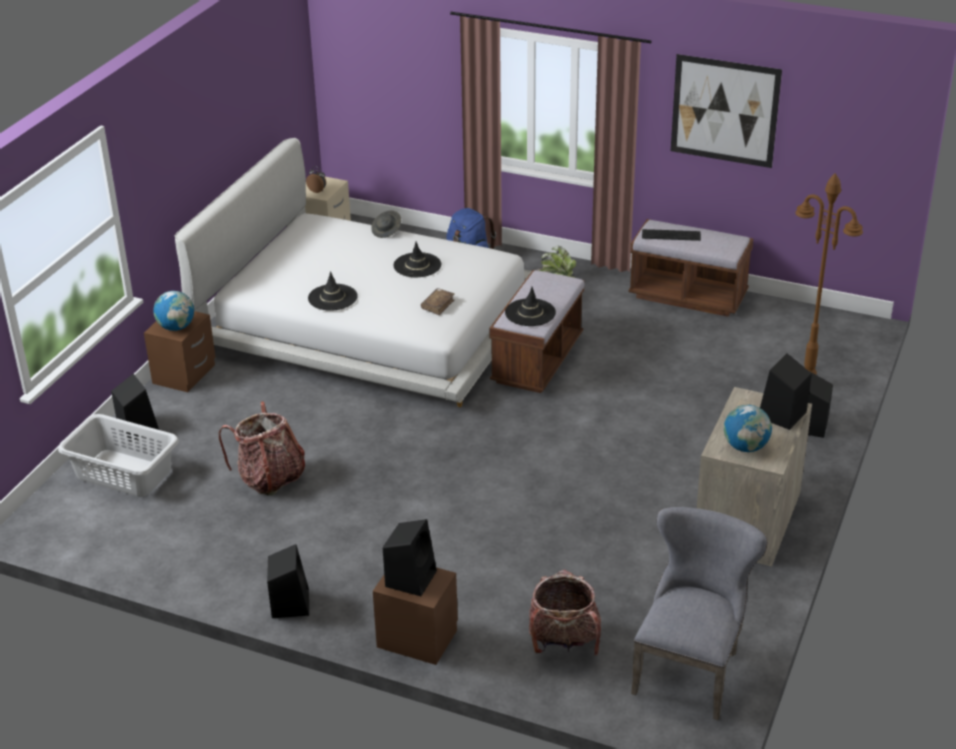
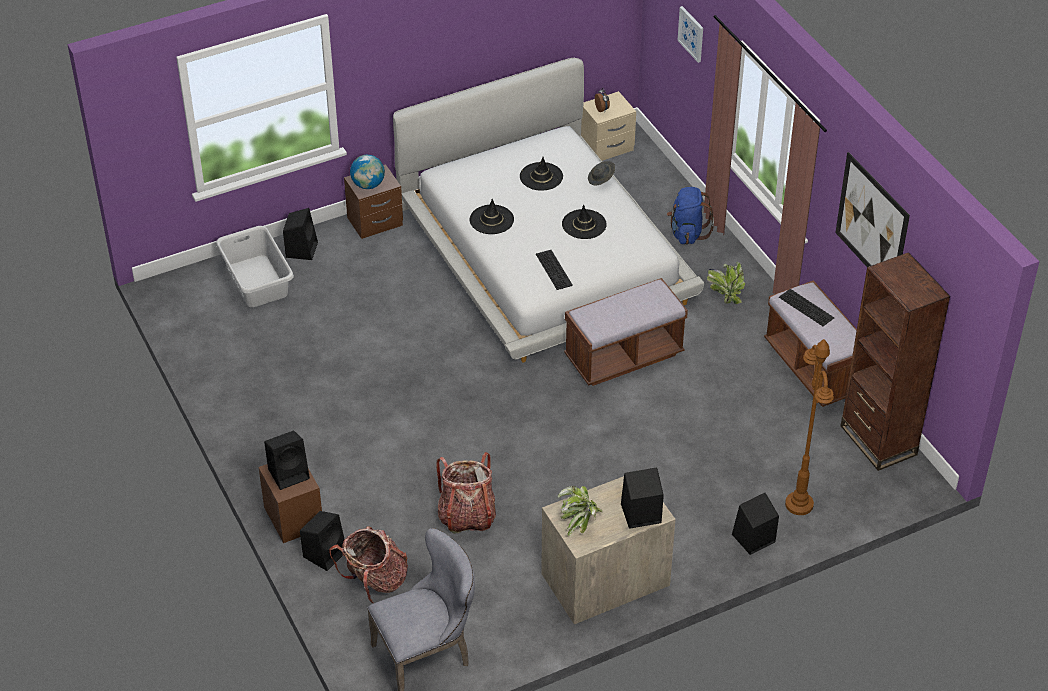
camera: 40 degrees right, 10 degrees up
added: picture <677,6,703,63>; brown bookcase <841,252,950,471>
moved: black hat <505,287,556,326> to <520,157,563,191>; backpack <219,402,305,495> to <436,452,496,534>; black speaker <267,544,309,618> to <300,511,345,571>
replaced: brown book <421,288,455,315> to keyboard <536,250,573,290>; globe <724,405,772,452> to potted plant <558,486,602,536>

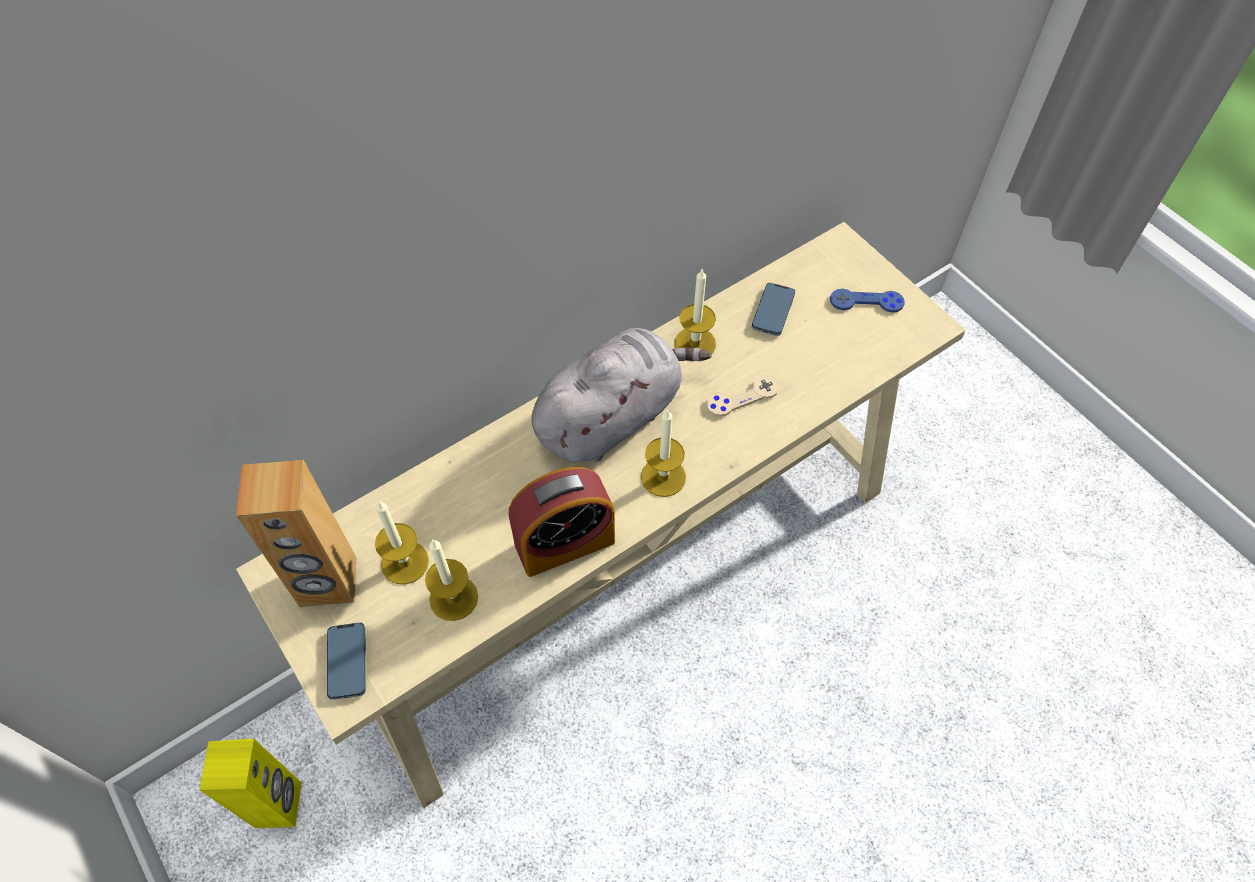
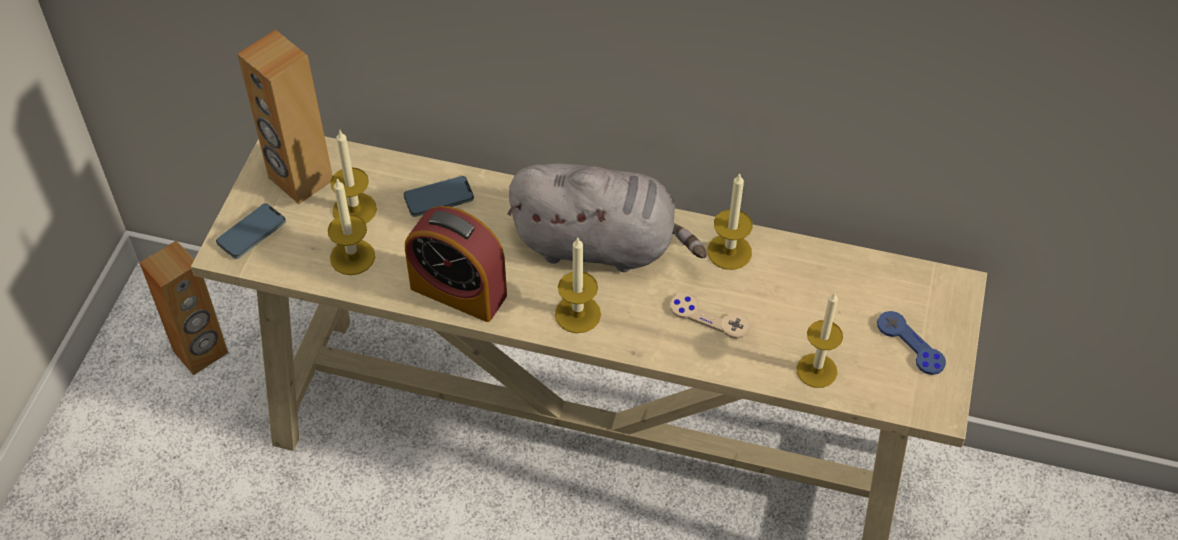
camera: 50 degrees right, 5 degrees down
added: candle <796,292,843,388>
moved: phone <752,283,795,336> to <404,176,474,217>
recoloured: yellow speaker <199,738,302,828> to brown speaker <139,241,228,375>

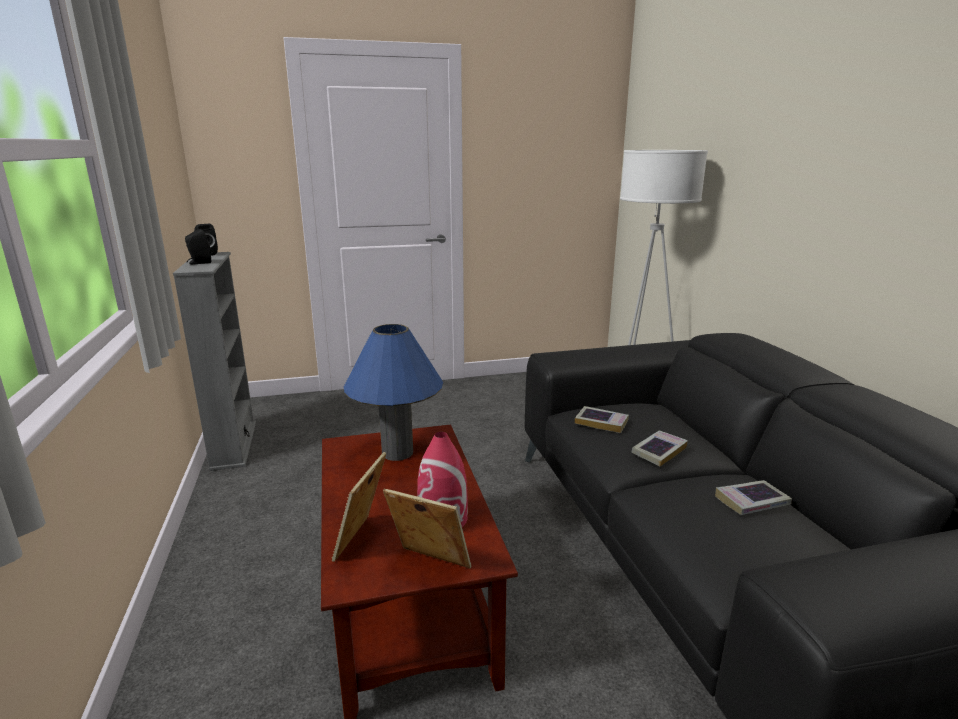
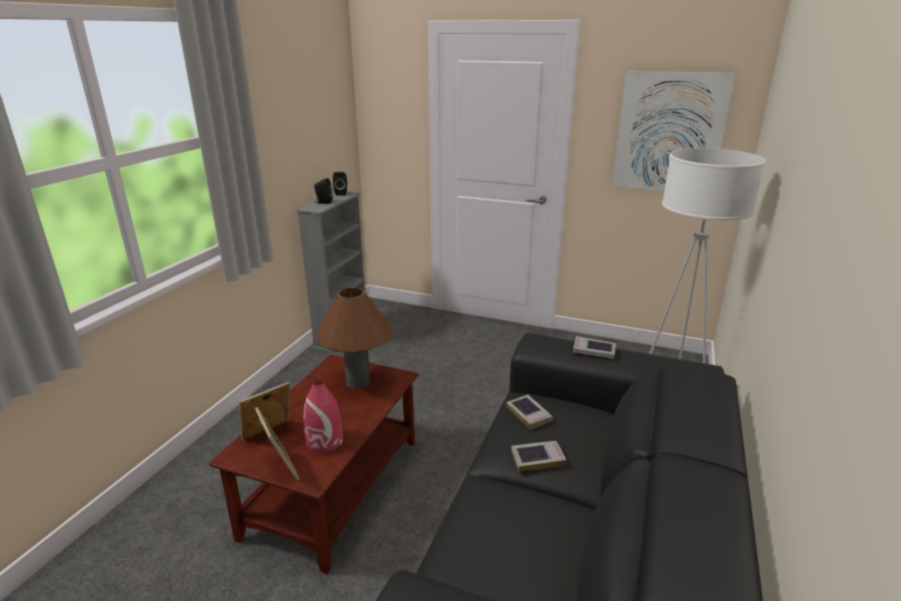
camera: 35 degrees right, 5 degrees up
added: picture <612,71,736,191>
moved: book <715,480,792,515> to <573,336,616,359>
recoloured: blue table lamp <344,324,443,461> to brown table lamp <316,287,392,389>

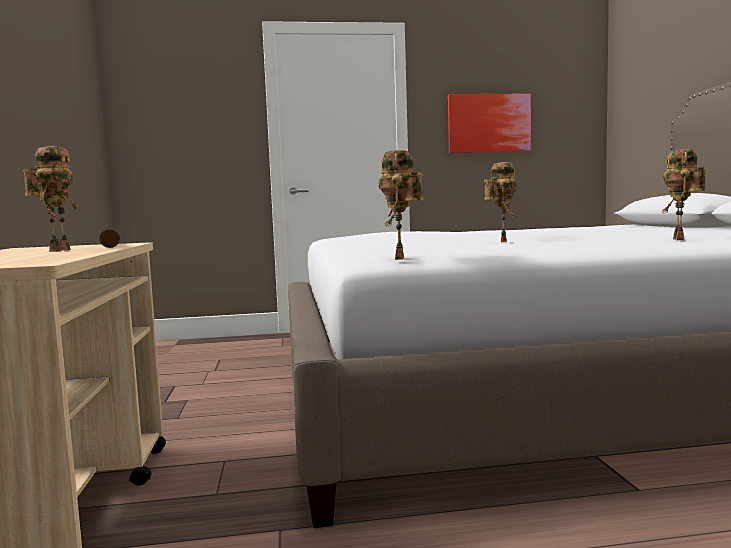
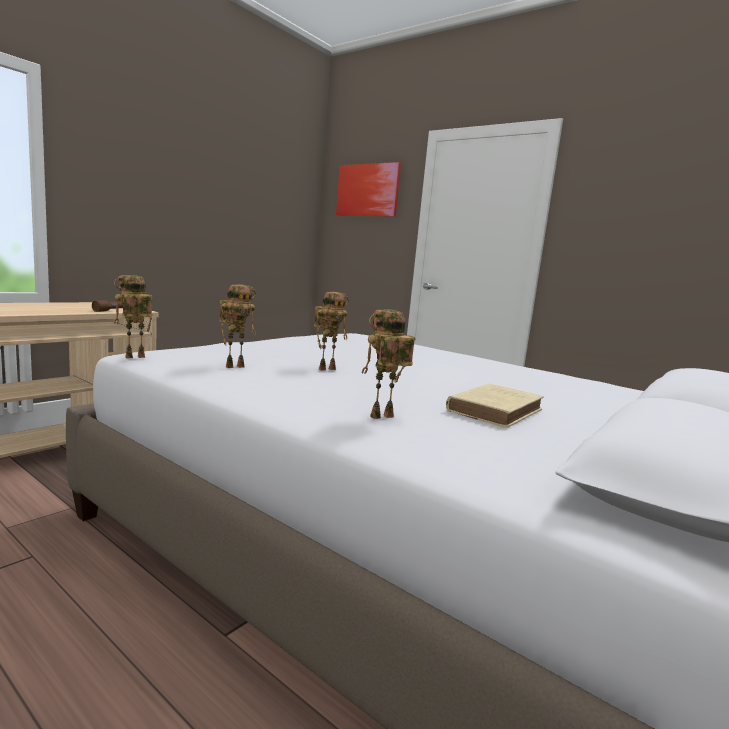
camera: 45 degrees right, 5 degrees up
added: beige book <446,383,544,428>
moved: picture <448,93,531,153> to <336,162,401,217>; toy robot <23,146,78,252> to <219,284,256,368>

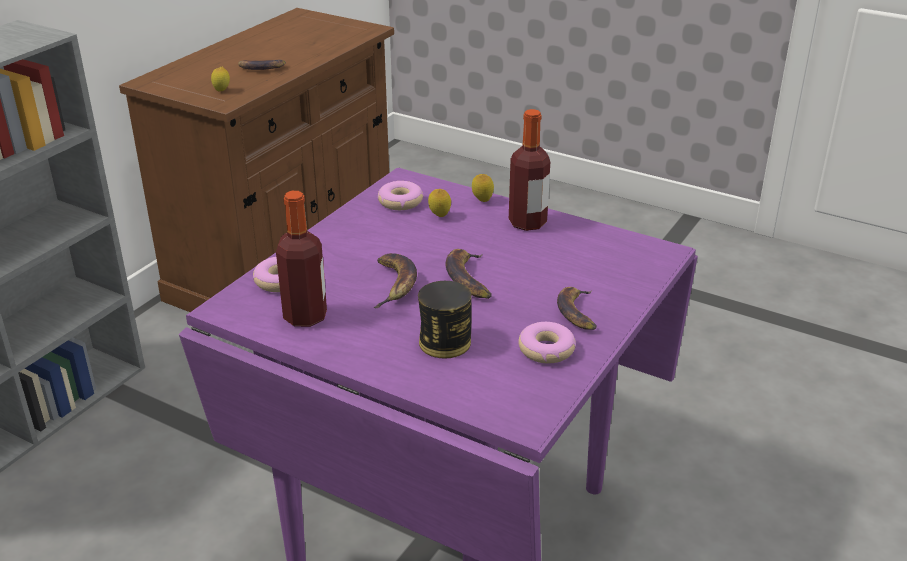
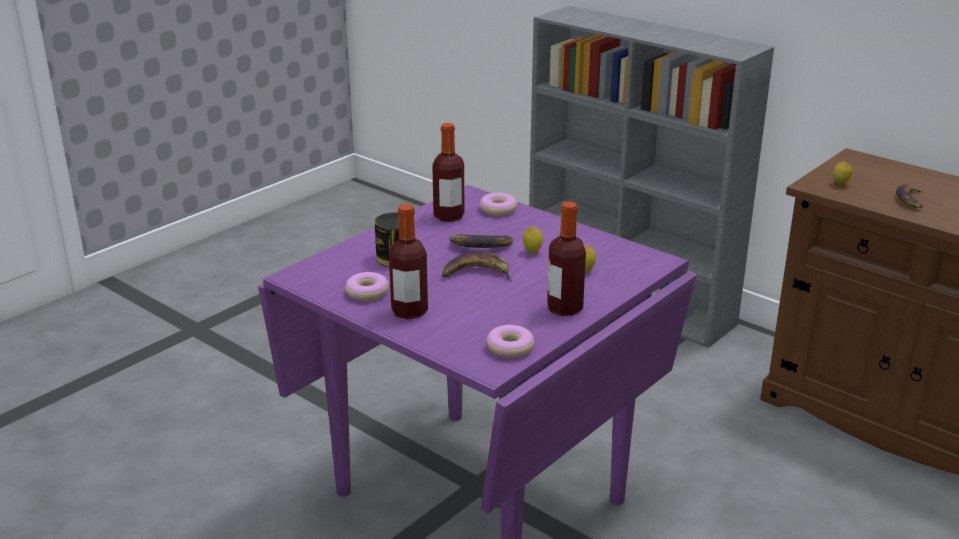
camera: 100 degrees right, 5 degrees down
moved: lemon <472,174,494,202> to <523,226,543,254>; donut <378,181,424,210> to <486,325,534,358>
replaced: banana <557,287,597,330> to bottle <389,204,428,319>

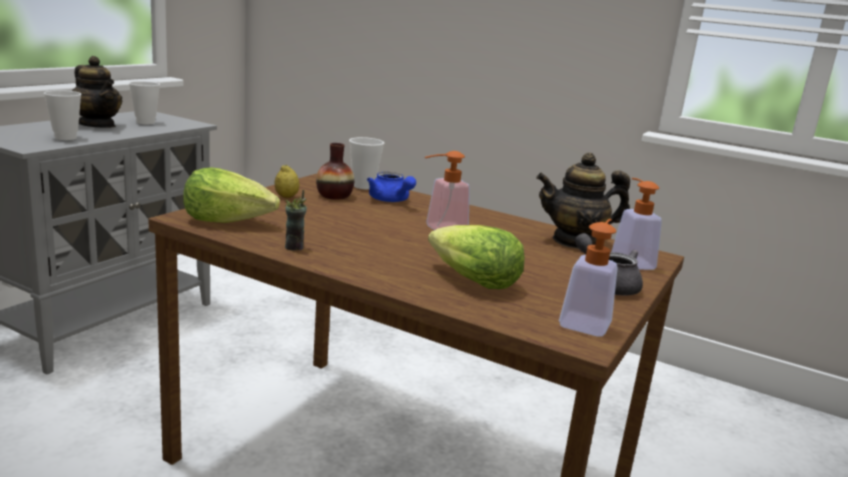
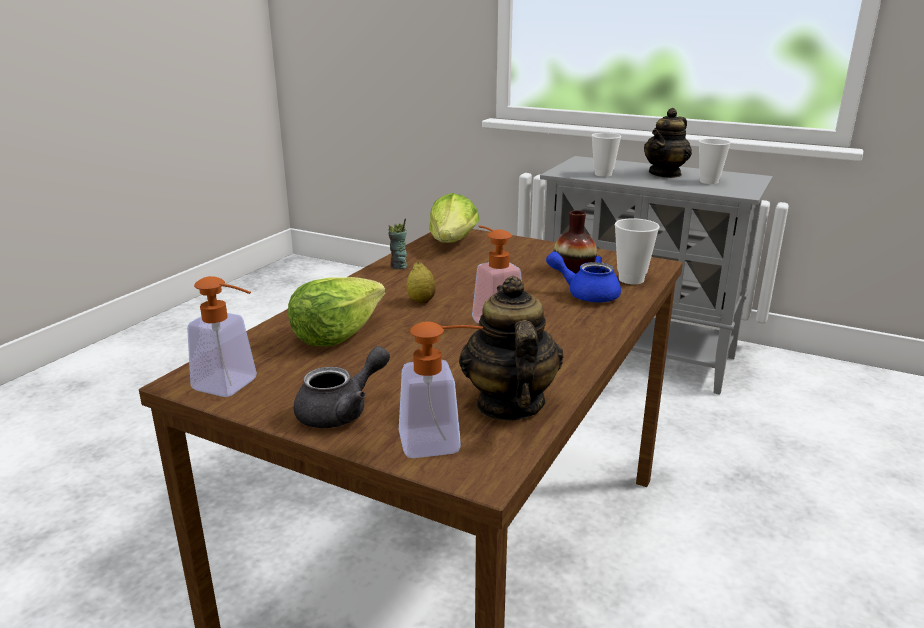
camera: 90 degrees right, 5 degrees up
moved: lemon <275,165,299,198> to <407,262,436,304>
turned: blue teapot <367,172,416,202> = <546,252,621,303> 60 degrees clockwise

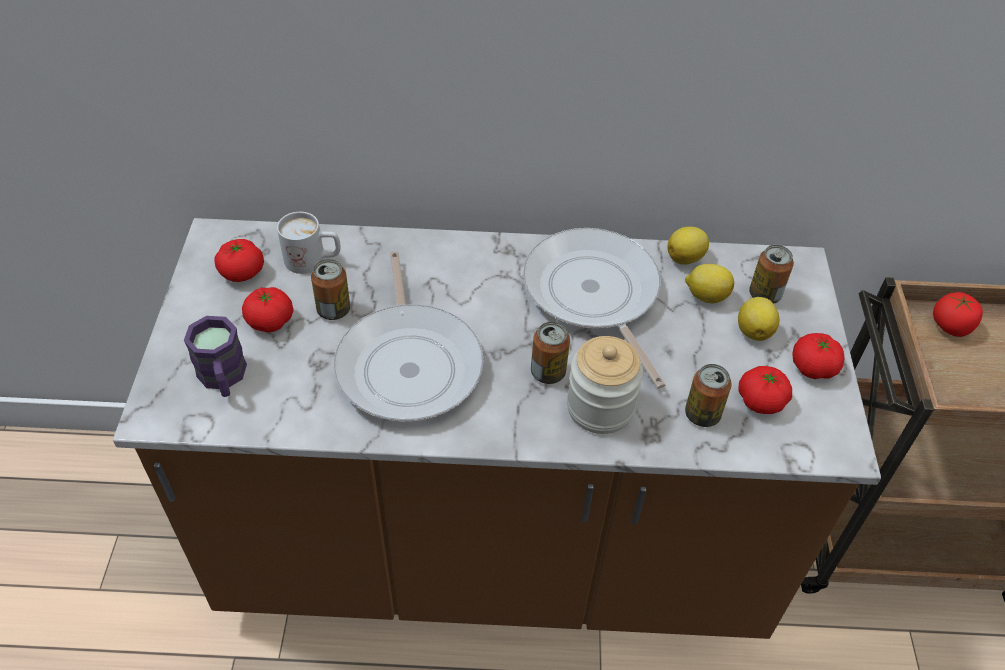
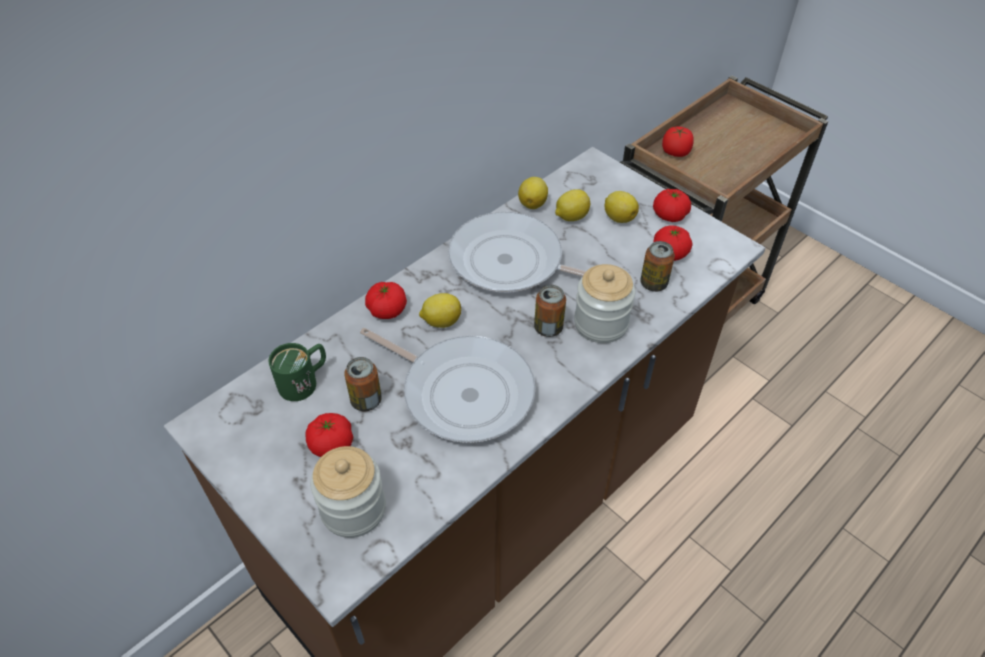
camera: 45 degrees left, 0 degrees up
removed: can <749,245,794,304>
added: lemon <419,293,461,328>
moved: tomato <214,239,264,282> to <365,282,407,319>
replaced: purple mug <184,316,247,397> to jar <310,446,386,538>
recoloured: white mug <277,212,341,274> to green mug <268,343,326,401>

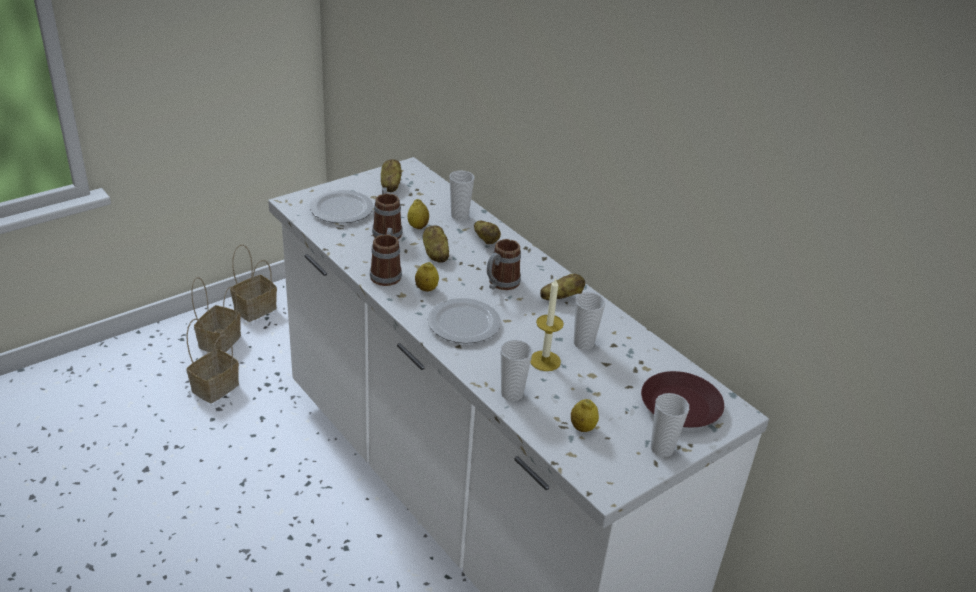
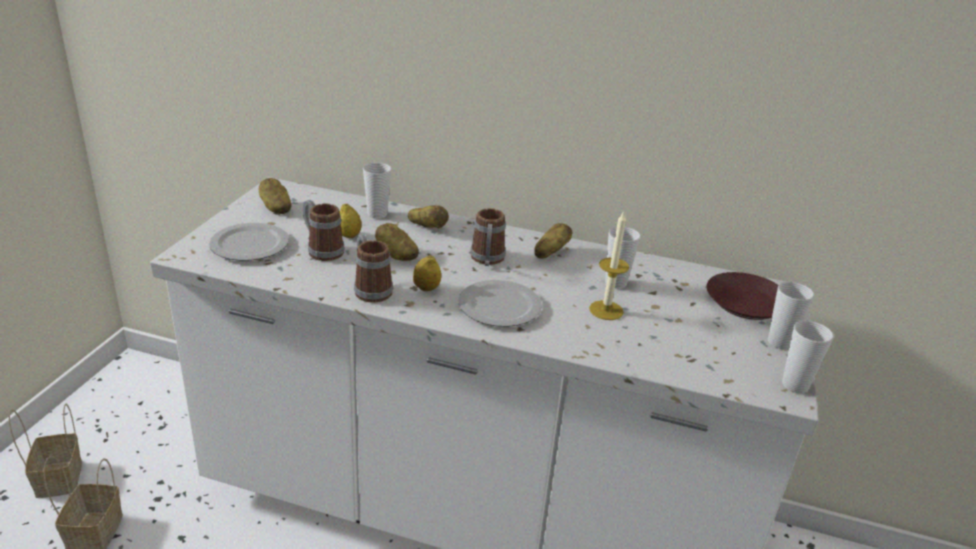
camera: 35 degrees left, 5 degrees down
removed: basket <230,245,277,322>; lemon <571,399,599,432>
moved: cup <501,340,533,401> to <782,320,834,393>

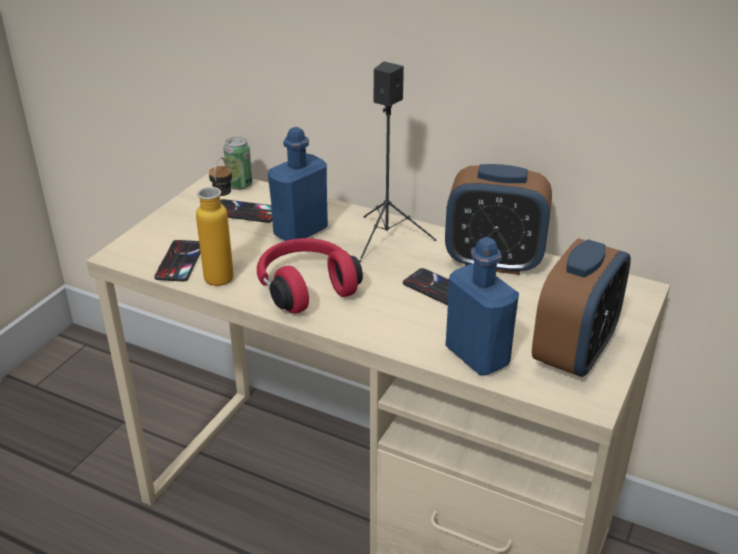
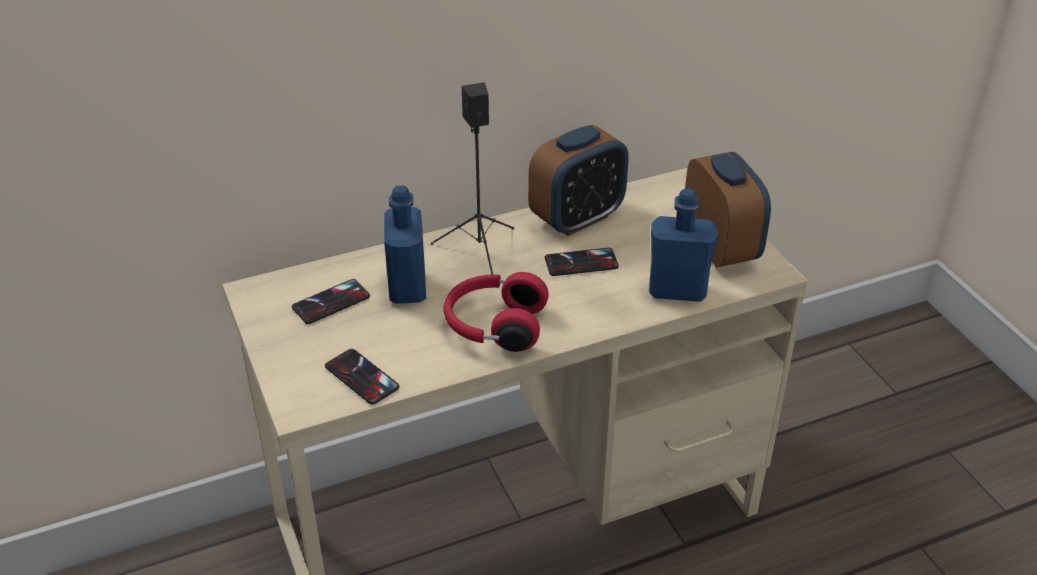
camera: 50 degrees left, 5 degrees up
removed: can <223,137,253,190>; bottle <196,157,234,286>

